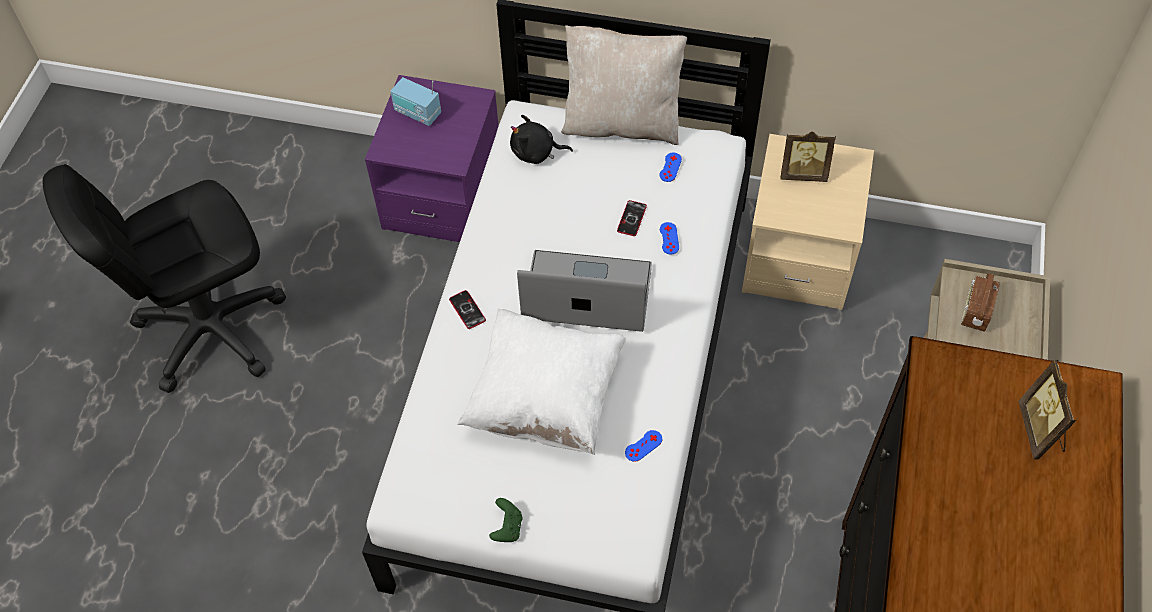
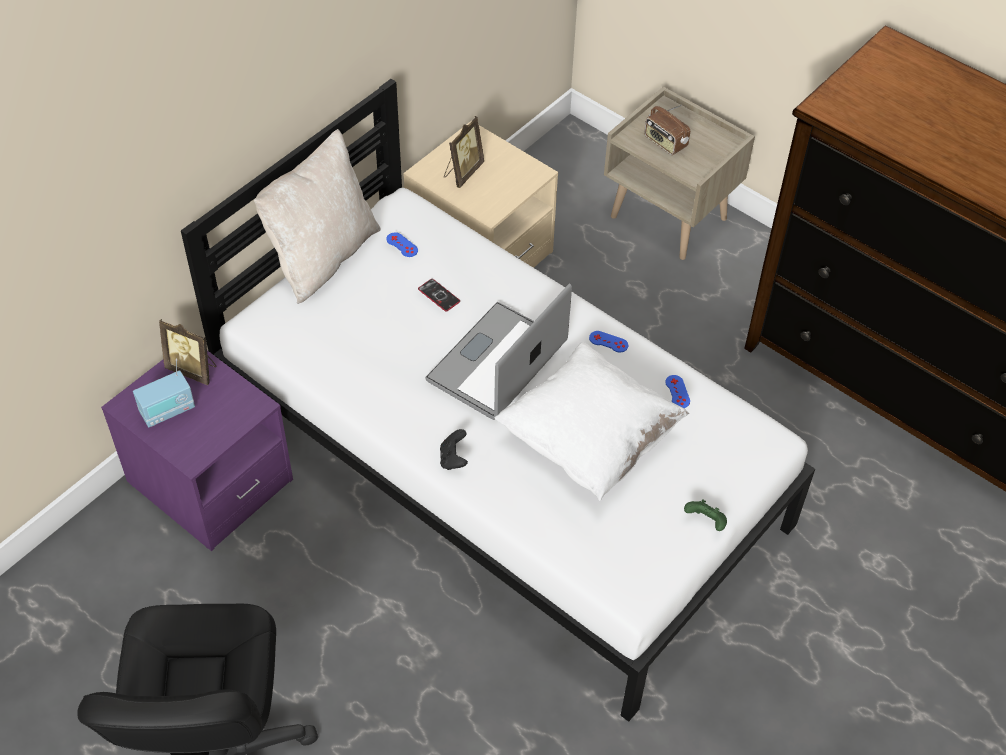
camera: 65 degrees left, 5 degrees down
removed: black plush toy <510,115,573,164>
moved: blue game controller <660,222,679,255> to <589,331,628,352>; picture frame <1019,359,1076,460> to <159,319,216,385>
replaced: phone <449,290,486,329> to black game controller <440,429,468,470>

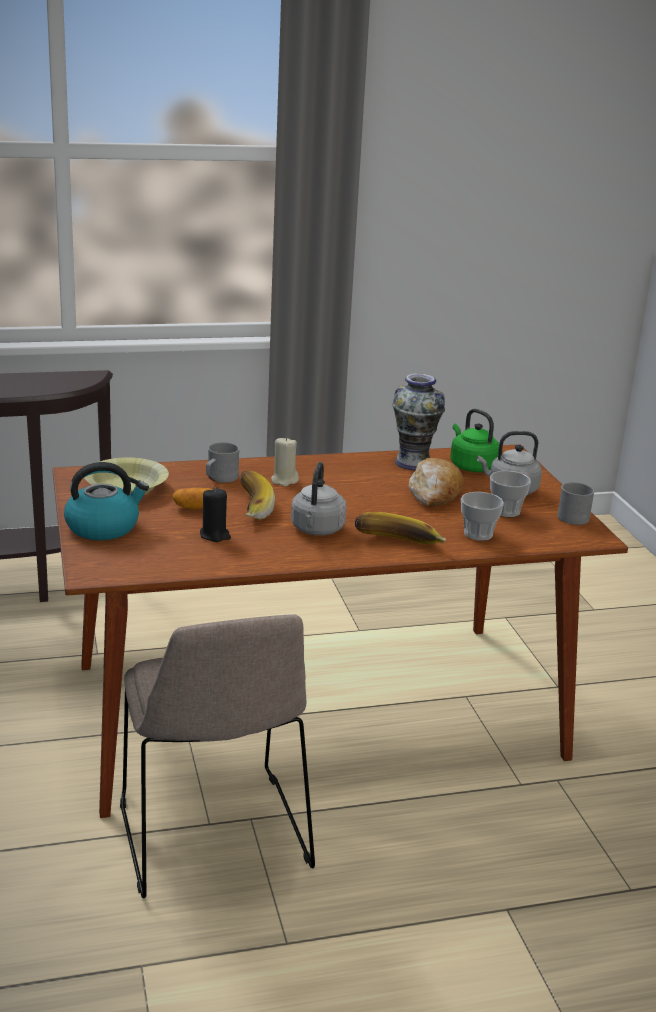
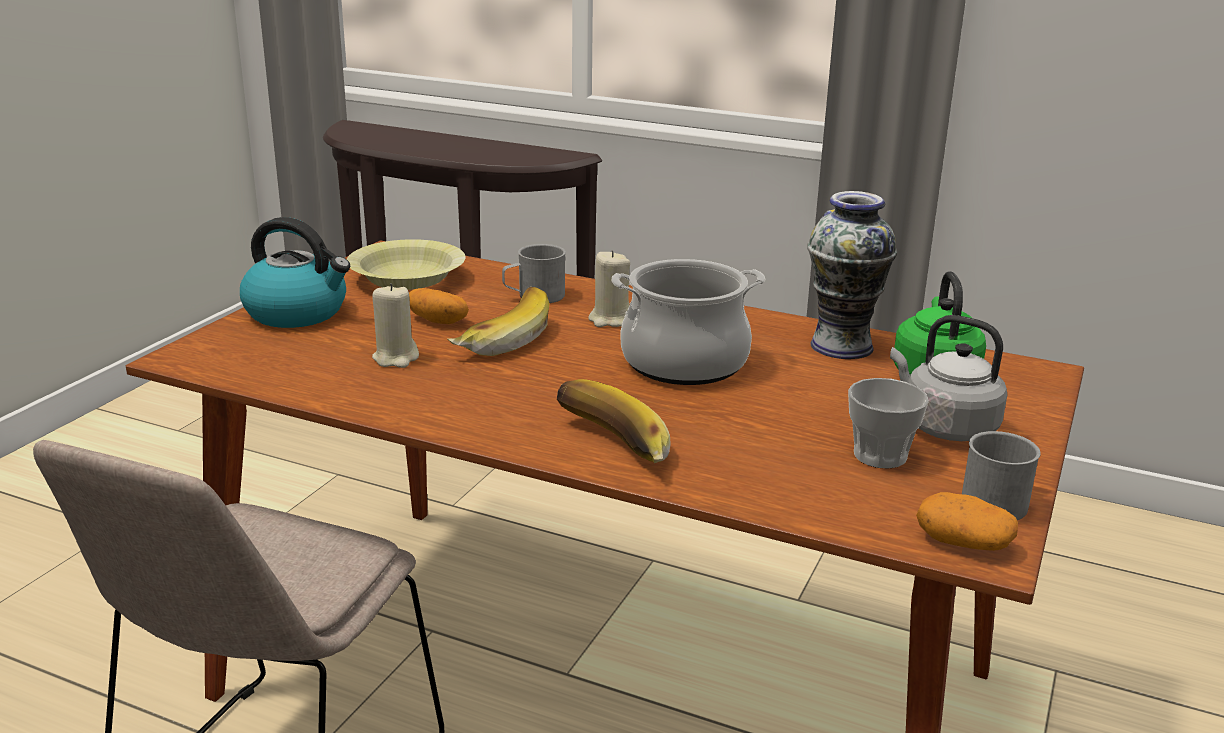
camera: 40 degrees right, 0 degrees up
removed: bread <409,458,464,507>; grey kettle <291,462,347,535>; cup <461,492,504,541>
added: cooking pot <612,259,765,385>; potato <916,492,1018,551>
recoloured: black candle <200,488,231,542> to beige candle <372,283,419,368>

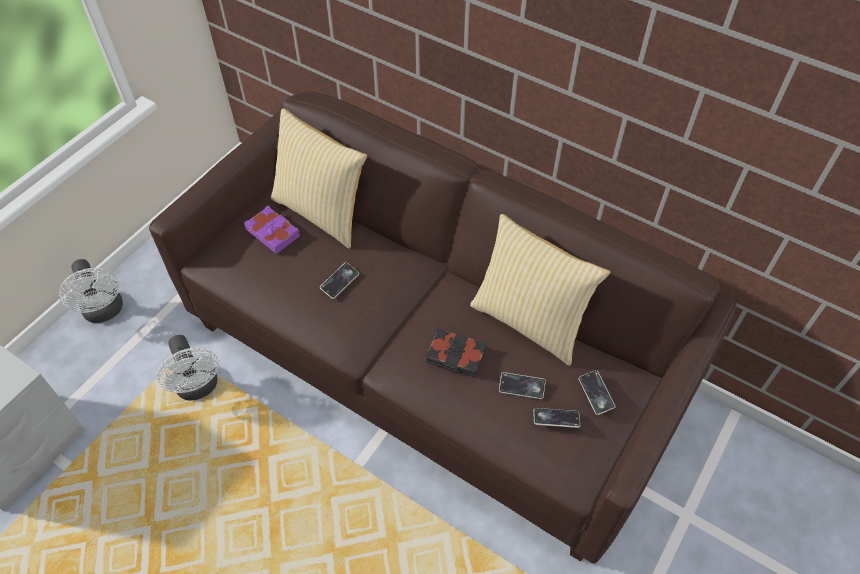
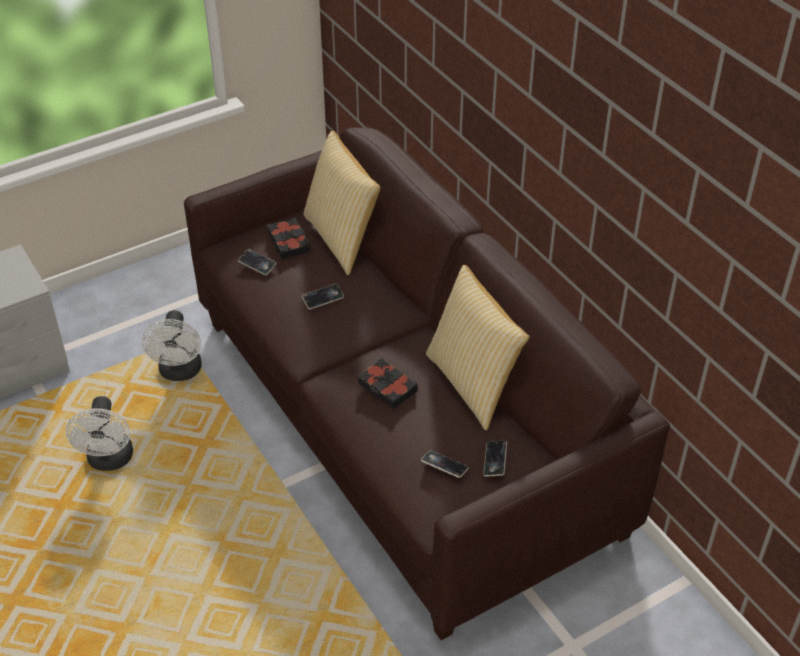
camera: 25 degrees right, 10 degrees down
moved: white fan <59,259,123,323> to <66,396,133,471>; phone <499,372,546,399> to <238,249,276,275>
recoloured: purple book <244,206,300,254> to black book <267,217,311,259>

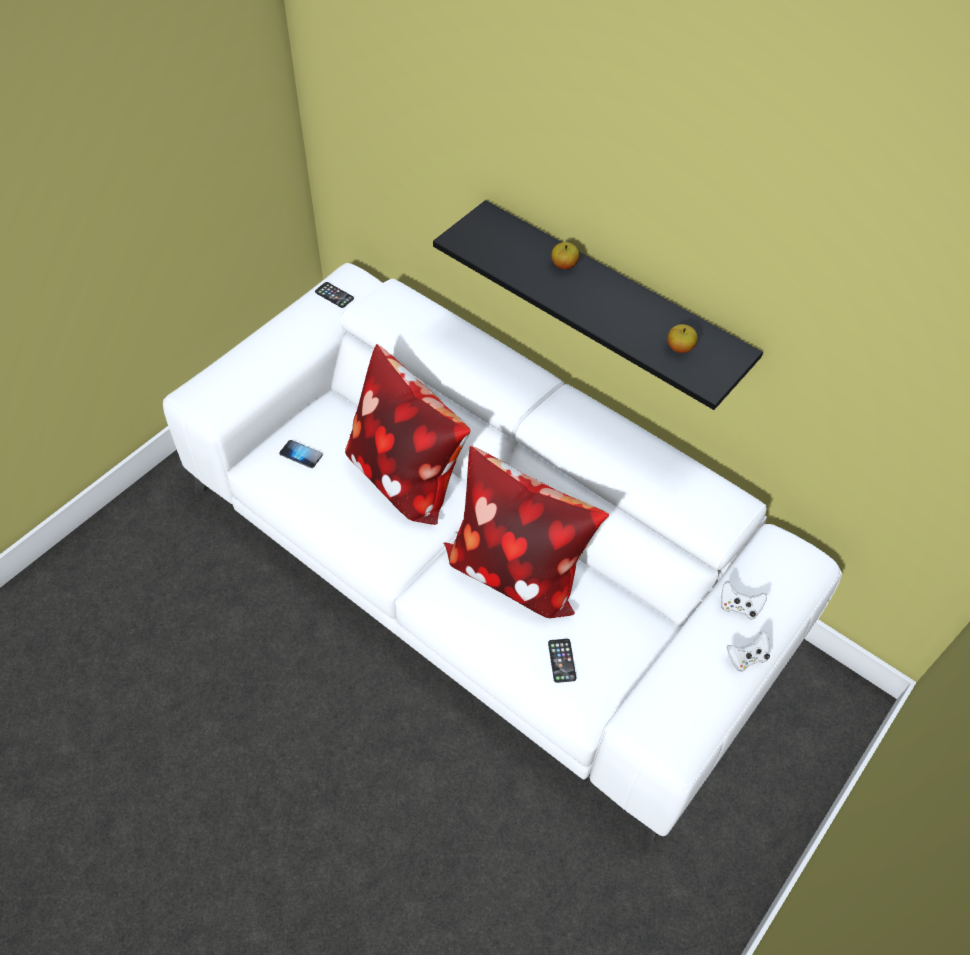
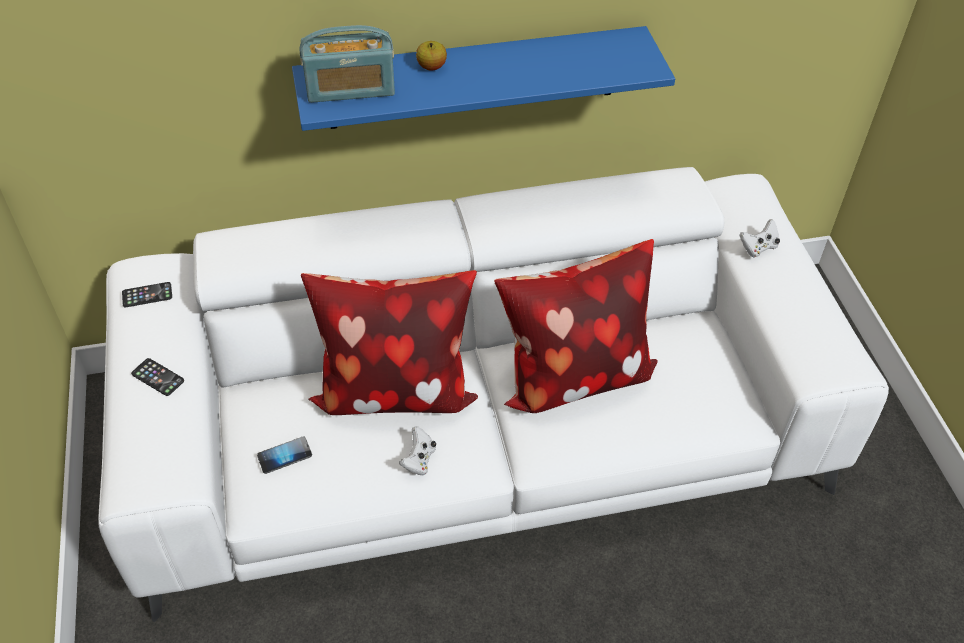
camera: 50 degrees left, 5 degrees down
removed: apple <667,324,698,353>
added: radio <300,25,395,103>
moved: white game controller <727,631,770,672> to <399,426,436,476>; phone <548,639,576,683> to <131,358,184,396>
recoloured: black shelf <433,200,763,410> to blue shelf <292,26,675,131>

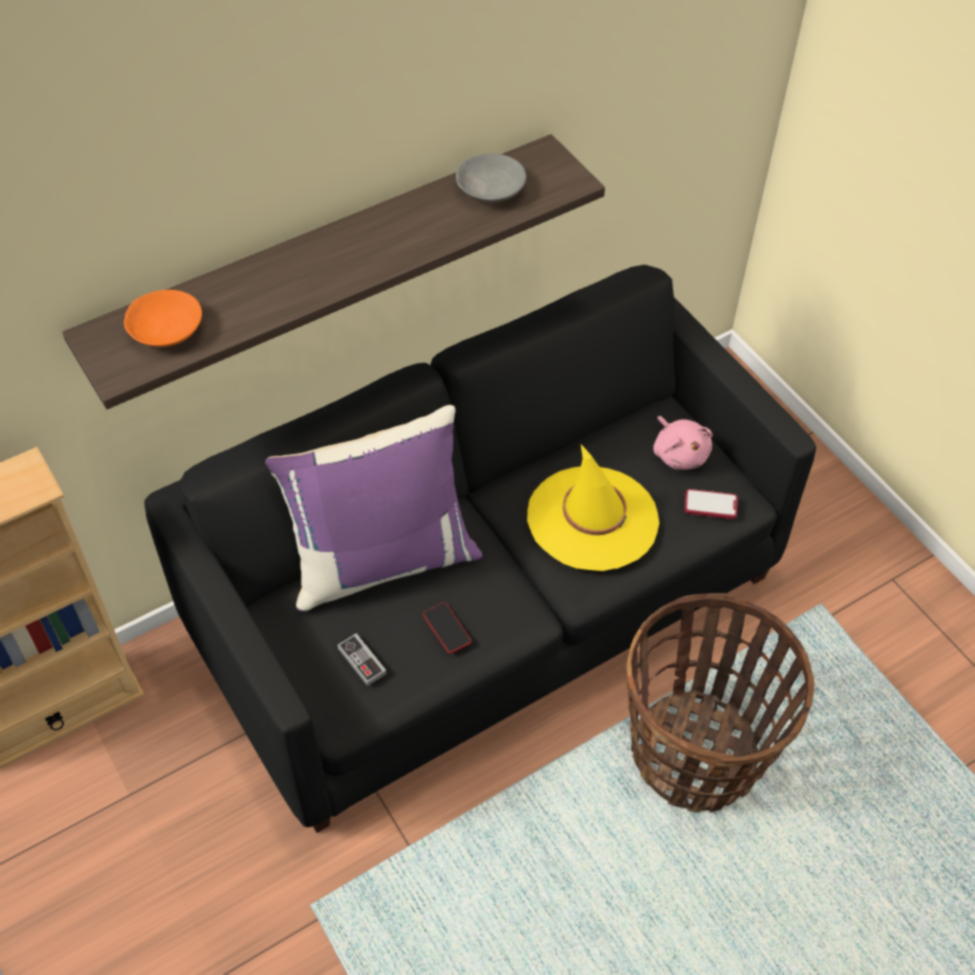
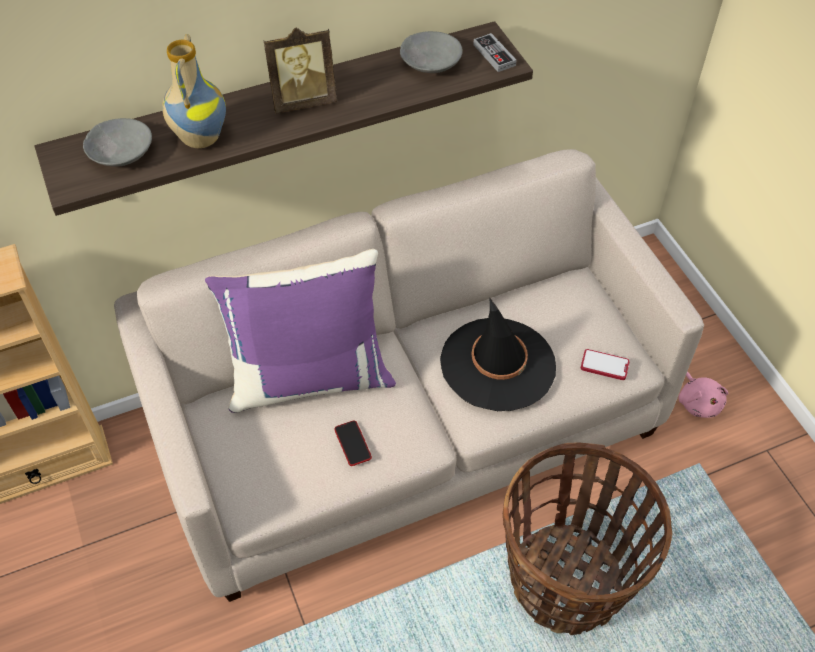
camera: 10 degrees right, 0 degrees up
added: picture frame <264,28,337,113>; vase <162,34,226,148>
moved: pink plush toy <653,416,713,470> to <678,371,728,418>; game controller <338,633,386,686> to <473,33,517,72>
recoloured: black sofa <144,265,816,833> to beige sofa <114,149,704,602>; orange bowl <124,290,202,347> to grey bowl <83,118,152,167>; yellow hat <527,445,659,571> to black hat <440,298,556,411>

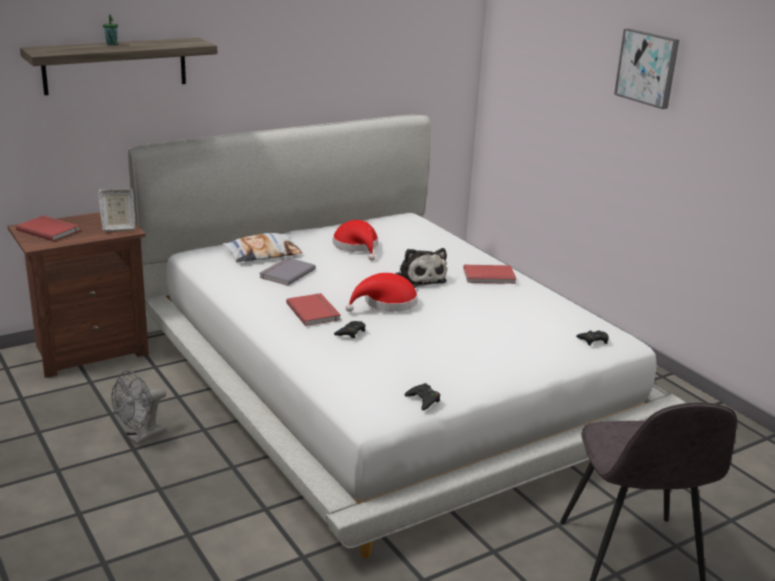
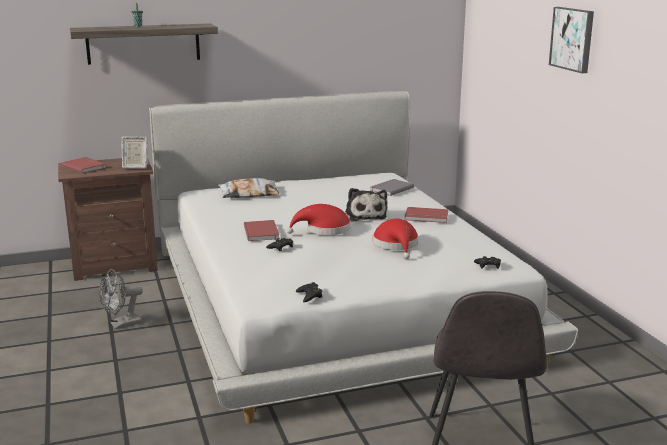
camera: 15 degrees right, 5 degrees down
moved: red hat <333,220,378,261> to <373,219,418,260>; grey book <259,257,316,286> to <370,179,414,196>

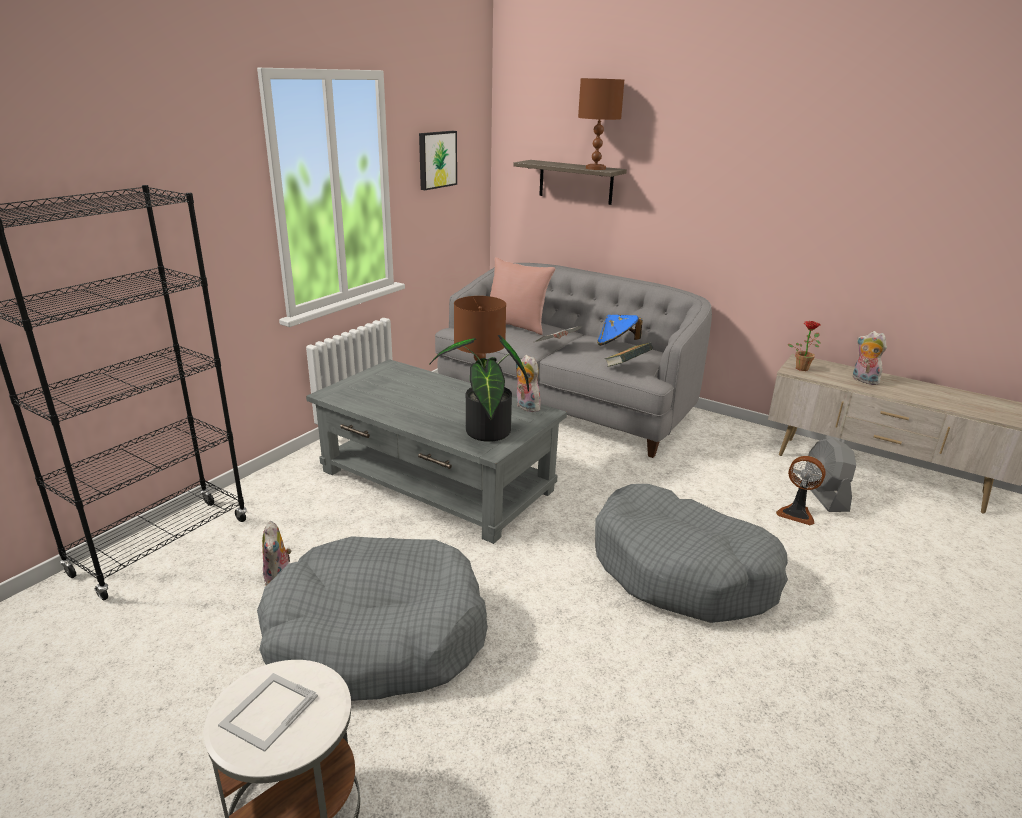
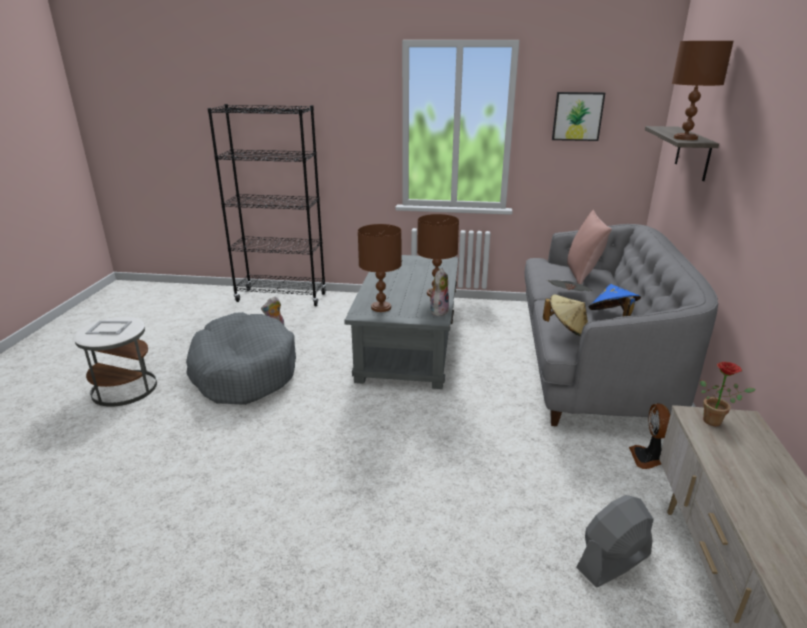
camera: 65 degrees right, 0 degrees up
removed: plush toy <853,331,887,385>; grey dog bed <595,484,788,623>
moved: fan <776,456,825,525> to <629,403,670,469>
replaced: potted plant <429,335,529,442> to brown table lamp <358,224,402,312>; book <605,342,653,367> to beige hat <543,294,588,336>

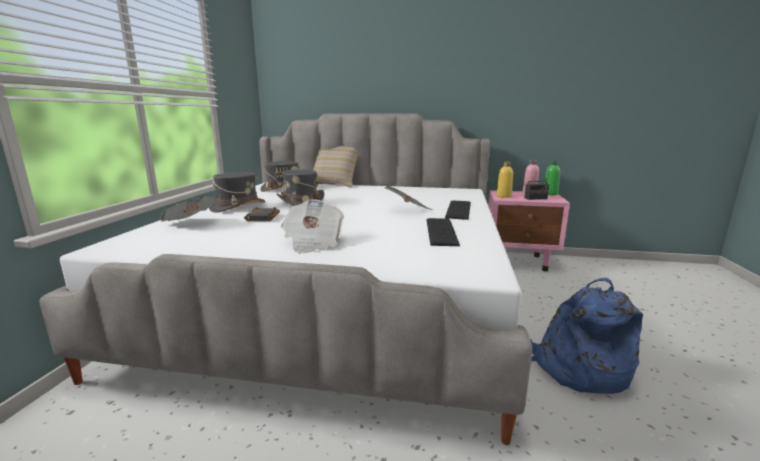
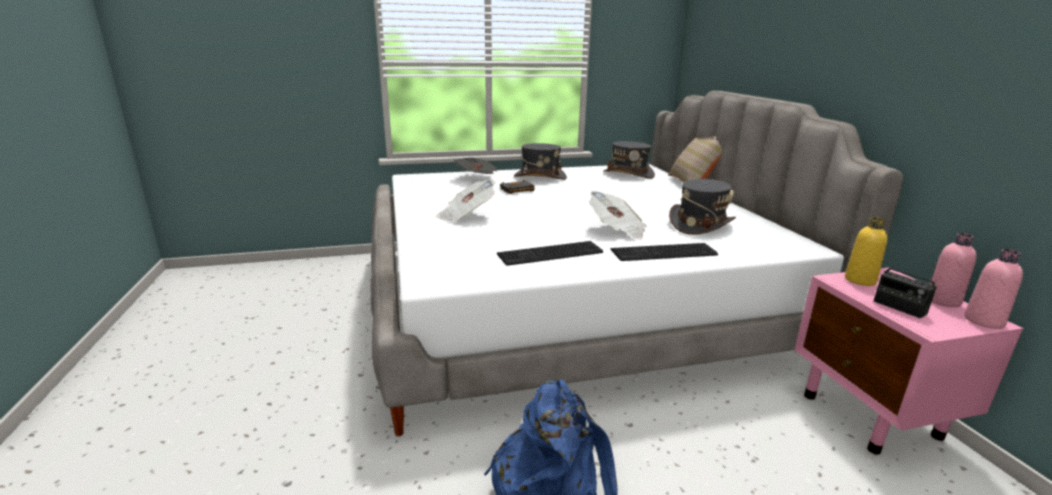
camera: 65 degrees right, 5 degrees up
moved: grey hat <277,169,324,206> to <669,179,736,235>
recoloured: green bottle <544,160,560,195> to pink bottle <964,249,1023,329>

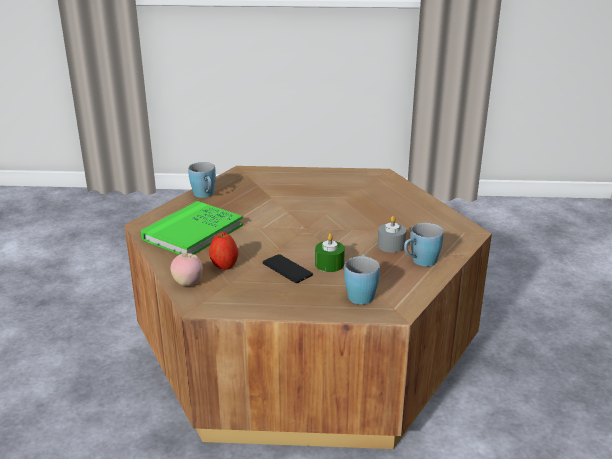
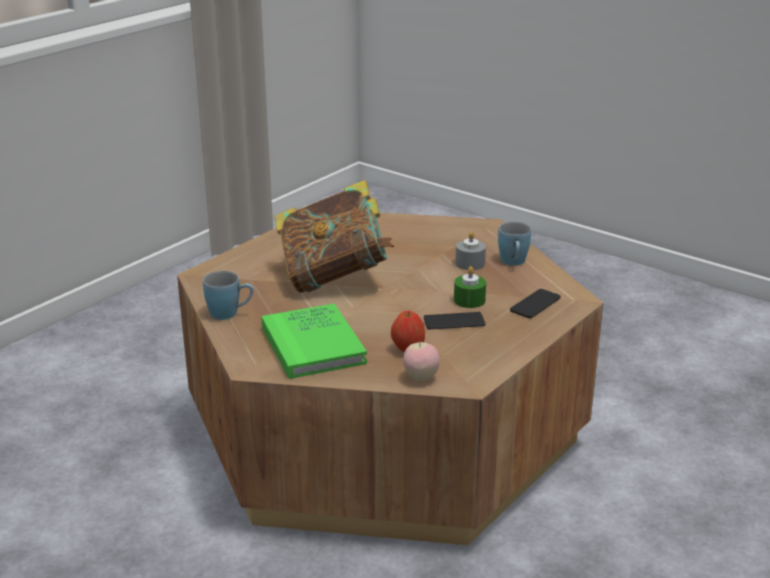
camera: 55 degrees left, 0 degrees up
added: book <274,180,395,293>
replaced: blue mug <344,254,380,304> to phone <510,289,561,318>

